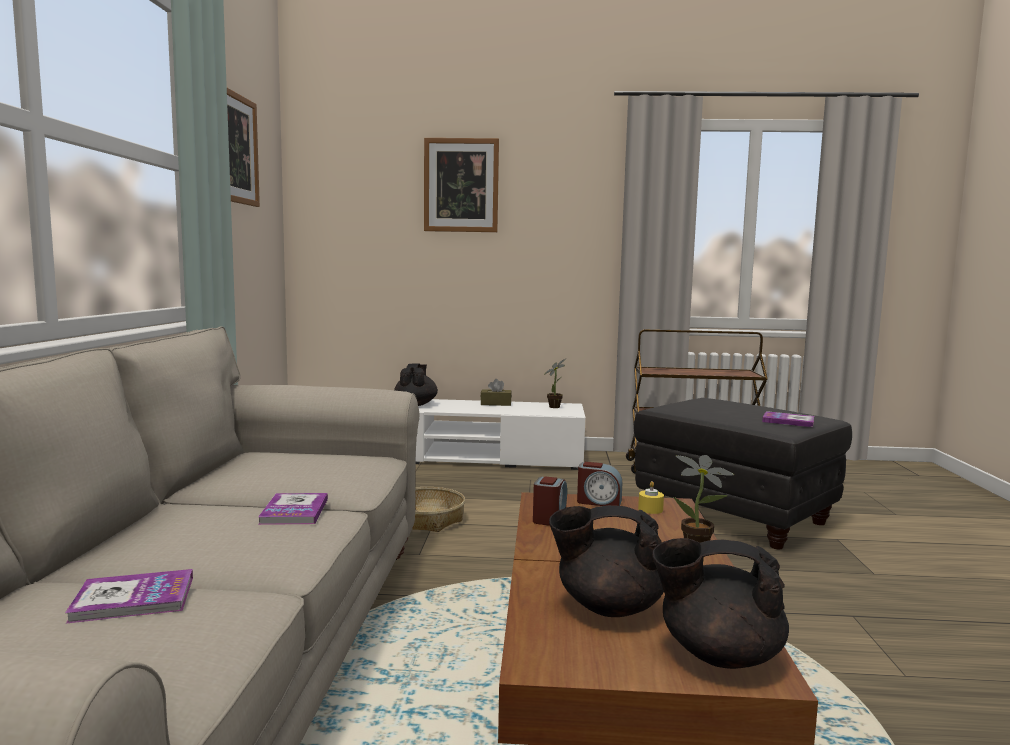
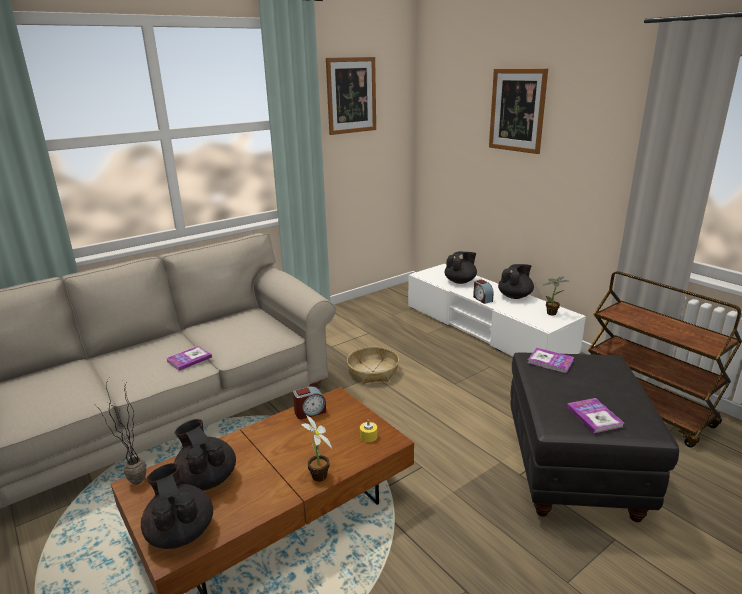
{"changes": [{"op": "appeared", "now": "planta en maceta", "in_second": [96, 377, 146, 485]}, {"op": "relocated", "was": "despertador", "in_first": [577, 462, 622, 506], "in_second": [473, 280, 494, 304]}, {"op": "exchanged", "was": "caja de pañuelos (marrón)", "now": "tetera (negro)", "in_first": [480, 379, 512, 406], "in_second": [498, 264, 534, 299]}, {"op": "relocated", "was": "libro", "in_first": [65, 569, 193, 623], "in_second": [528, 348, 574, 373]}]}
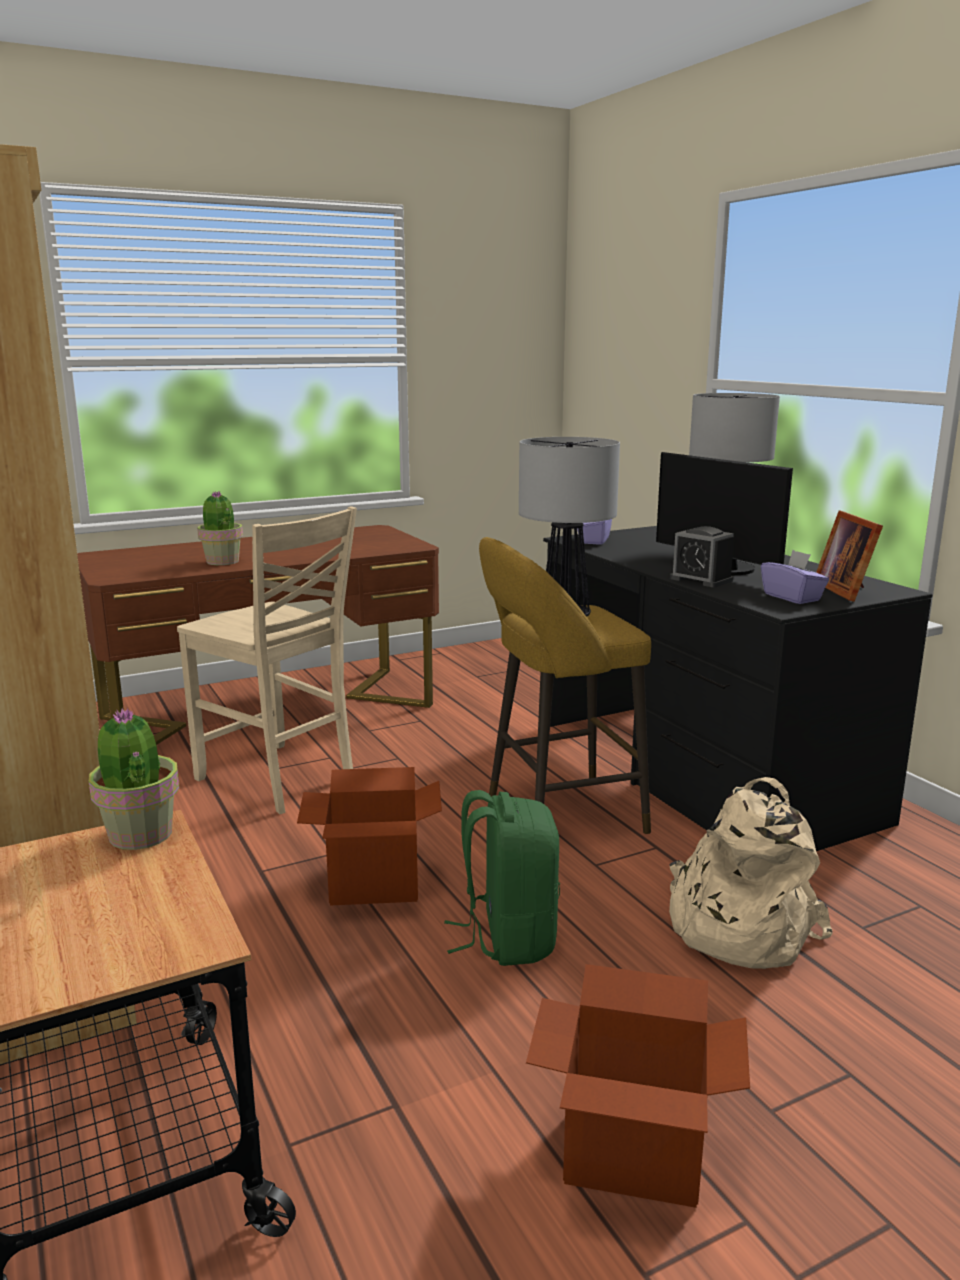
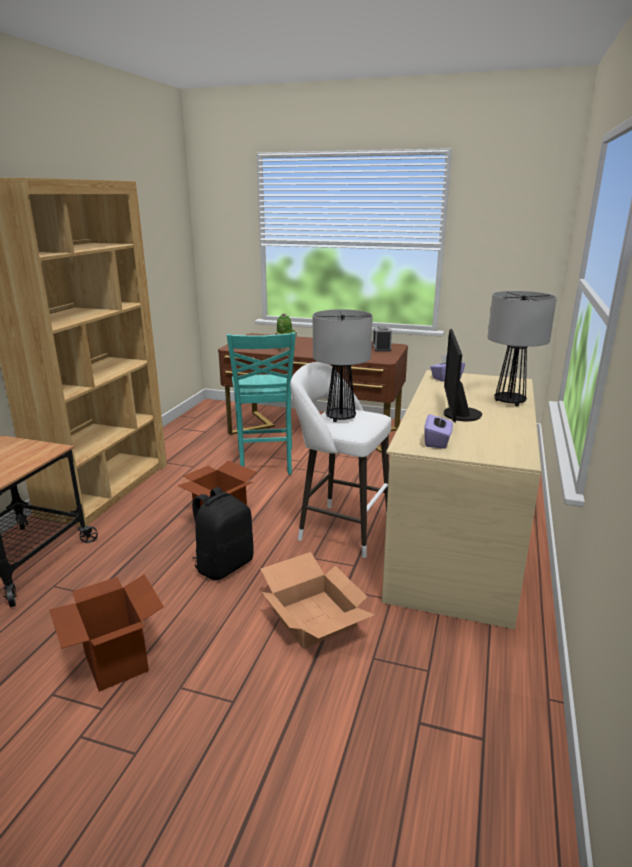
{"changes": [{"op": "colour", "was": "mochila (verde)", "now": "mochila (negro)", "in_first": [444, 790, 560, 966], "in_second": [192, 487, 254, 580]}, {"op": "colour", "was": "silla (beis)", "now": "silla (turquesa)", "in_first": [177, 507, 357, 814], "in_second": [227, 332, 296, 475]}, {"op": "exchanged", "was": "mochila (beis)", "now": "caja de cartón", "in_first": [669, 777, 832, 969], "in_second": [260, 552, 374, 649]}, {"op": "colour", "was": "taburete (amarillo)", "now": "taburete (blanco)", "in_first": [479, 537, 651, 834], "in_second": [290, 362, 391, 558]}, {"op": "relocated", "was": "despertador", "in_first": [670, 526, 734, 587], "in_second": [373, 326, 392, 351]}, {"op": "colour", "was": "escritorio (negro)", "now": "escritorio (beis)", "in_first": [543, 526, 933, 851], "in_second": [382, 370, 541, 629]}, {"op": "missing", "was": "planta en maceta", "in_first": [89, 708, 179, 850]}, {"op": "missing", "was": "portarretratos", "in_first": [816, 510, 883, 602]}]}
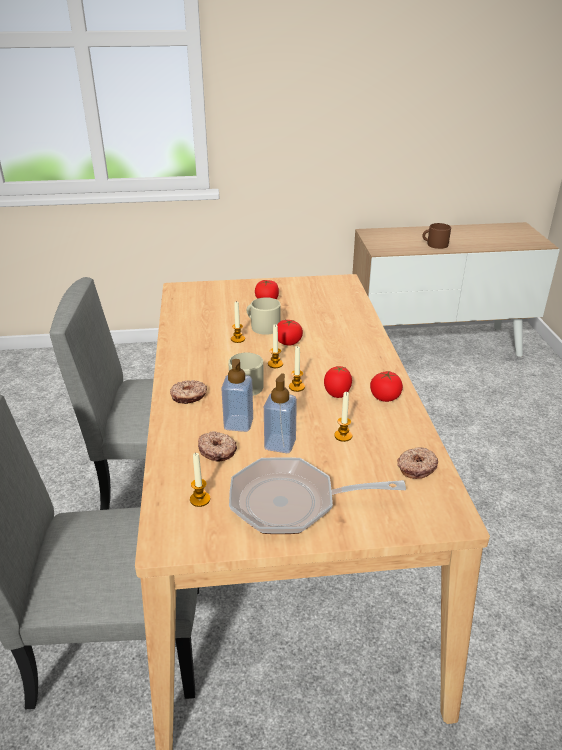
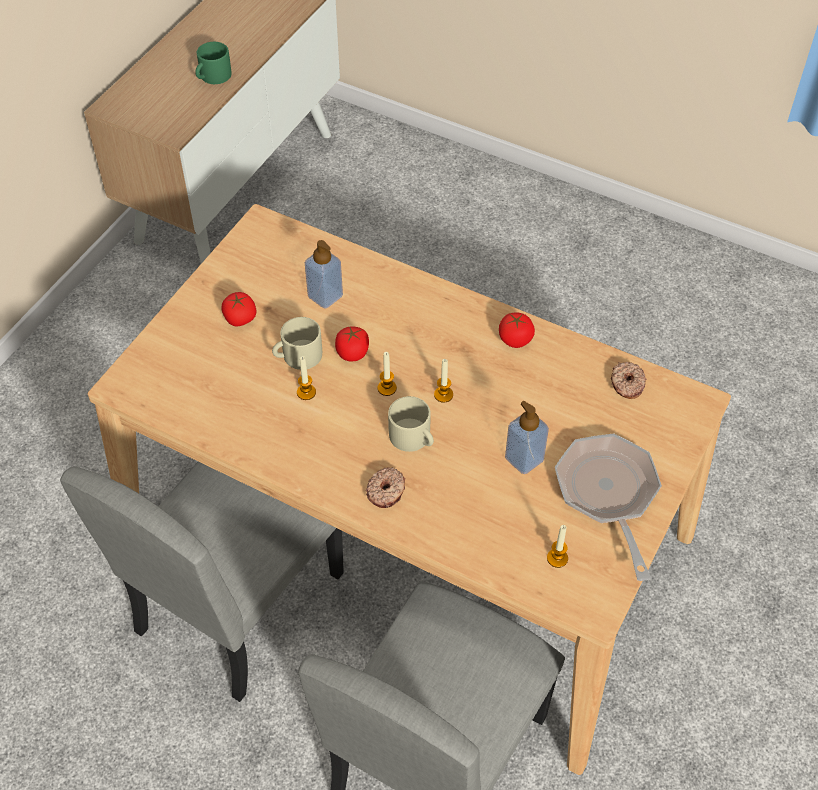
{"changes": [{"op": "colour", "was": "taza grande (marrón)", "now": "taza grande (verde)", "in_first": [422, 223, 451, 249], "in_second": [195, 42, 231, 84]}, {"op": "relocated", "was": "dispensador de jabón", "in_first": [221, 359, 253, 432], "in_second": [305, 240, 343, 309]}, {"op": "spun", "was": "sartén", "in_first": [229, 457, 406, 534], "in_second": [555, 434, 662, 581], "clockwise": 135}, {"op": "missing", "was": "rosquilla", "in_first": [198, 431, 237, 461]}, {"op": "missing", "was": "tomate", "in_first": [324, 366, 352, 398]}, {"op": "missing", "was": "vela", "in_first": [334, 392, 352, 442]}]}
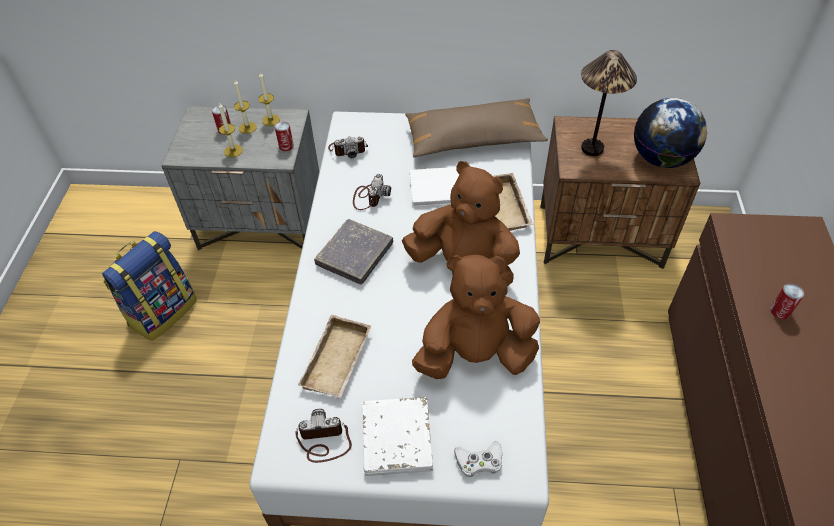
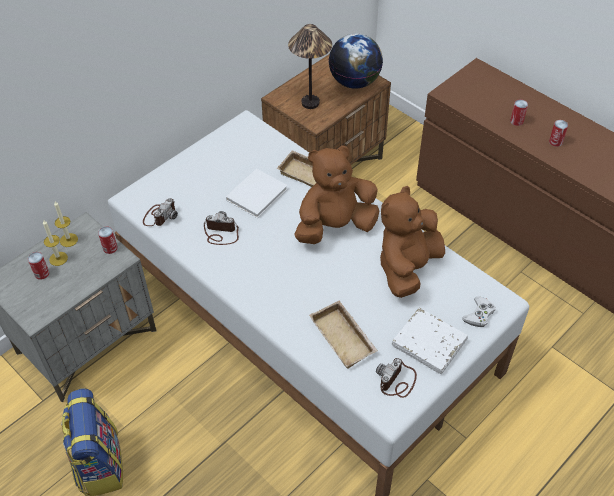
{"changes": [{"op": "spun", "was": "cámara", "in_first": [353, 174, 391, 210], "in_second": [204, 211, 239, 245], "clockwise": -45}, {"op": "appeared", "now": "lata", "in_second": [549, 120, 568, 147]}, {"op": "missing", "was": "vela", "in_first": [218, 102, 243, 157]}, {"op": "missing", "was": "libro (gris)", "in_first": [314, 219, 393, 285]}, {"op": "missing", "was": "cojín (marrón)", "in_first": [405, 98, 548, 158]}]}
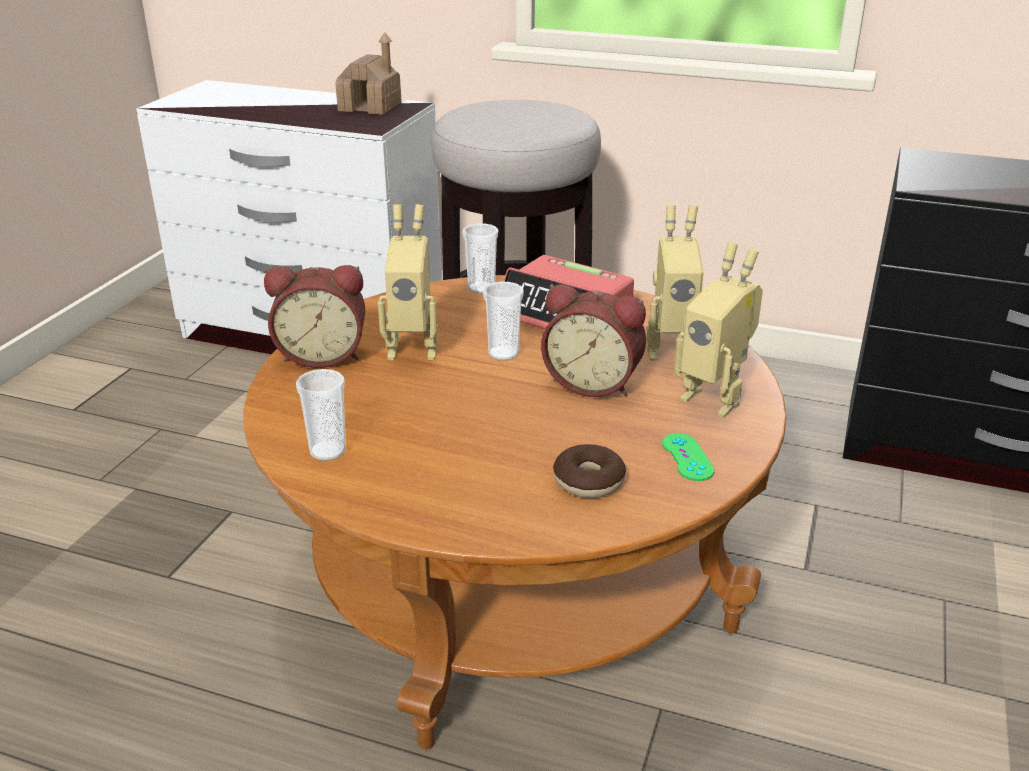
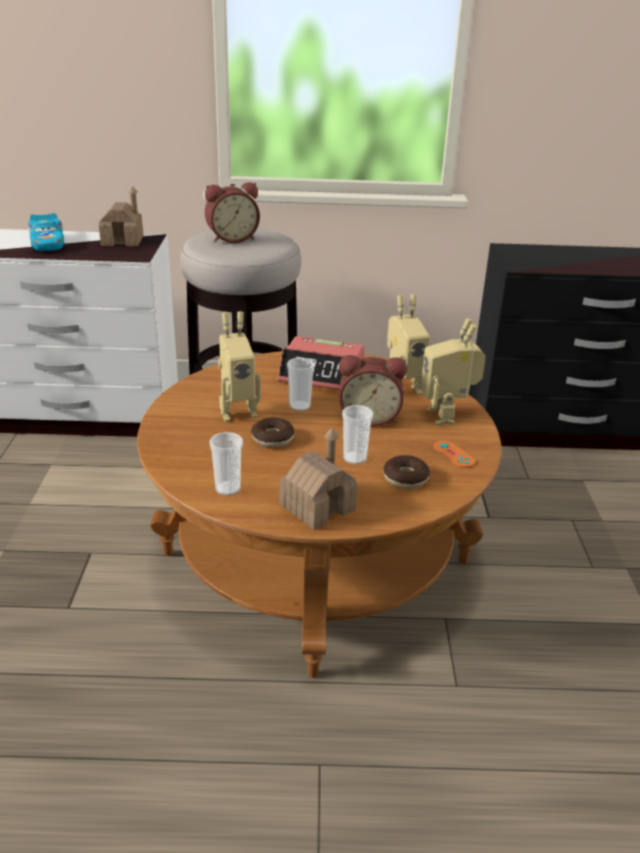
{"changes": [{"op": "appeared", "now": "coche de juguete", "in_second": [28, 213, 65, 251]}, {"op": "relocated", "was": "despertador", "in_first": [264, 265, 365, 368], "in_second": [205, 182, 260, 243]}, {"op": "appeared", "now": "rosquilla", "in_second": [251, 417, 294, 447]}, {"op": "appeared", "now": "casita", "in_second": [279, 428, 358, 530]}, {"op": "relocated", "was": "taza", "in_first": [463, 223, 499, 294], "in_second": [342, 405, 373, 465]}, {"op": "spun", "was": "robot de juguete", "in_first": [674, 242, 763, 417], "in_second": [421, 318, 486, 425], "clockwise": 60}, {"op": "colour", "was": "mando de consola (verde)", "now": "mando de consola (naranja)", "in_first": [662, 433, 715, 481], "in_second": [434, 441, 475, 468]}]}
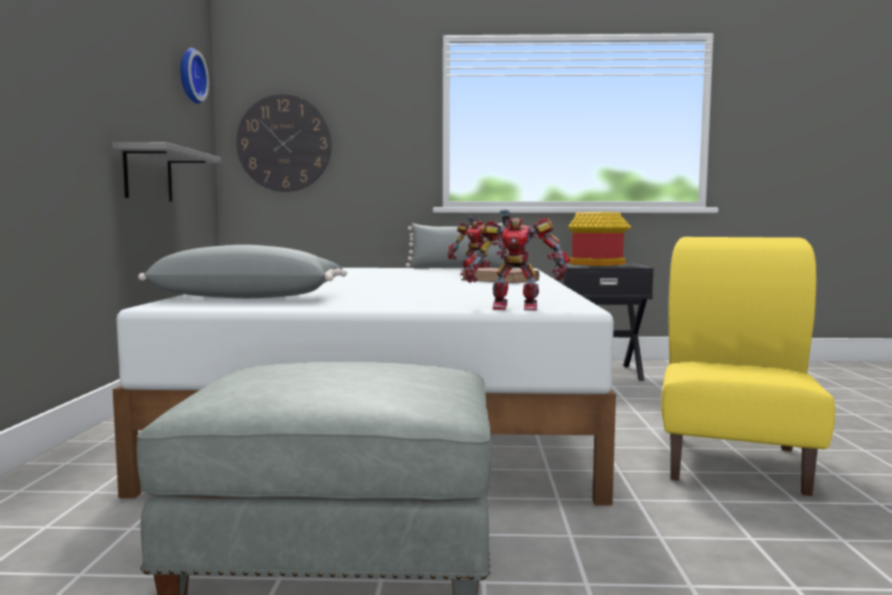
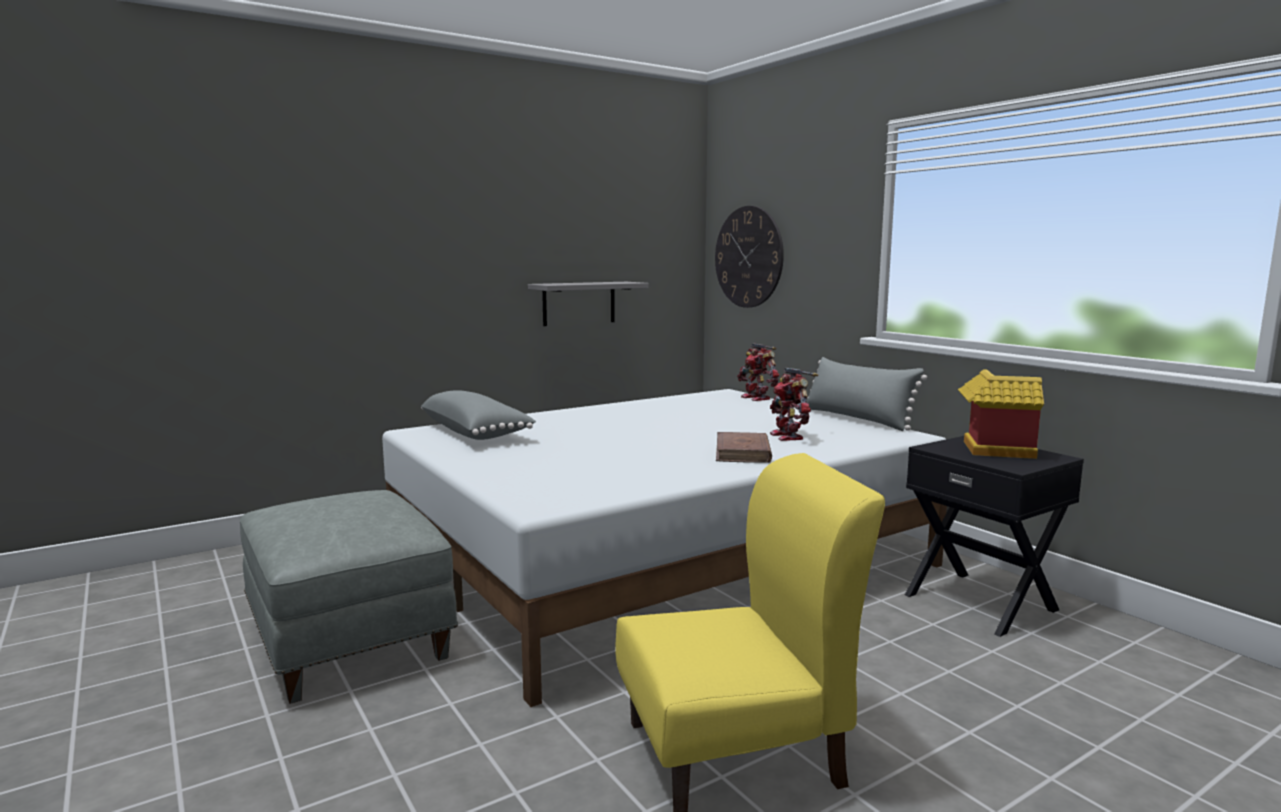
{"changes": [{"op": "relocated", "was": "robot de juguete", "in_first": [465, 209, 570, 310], "in_second": [737, 343, 779, 401]}, {"op": "missing", "was": "reloj de pared", "in_first": [180, 48, 209, 104]}]}
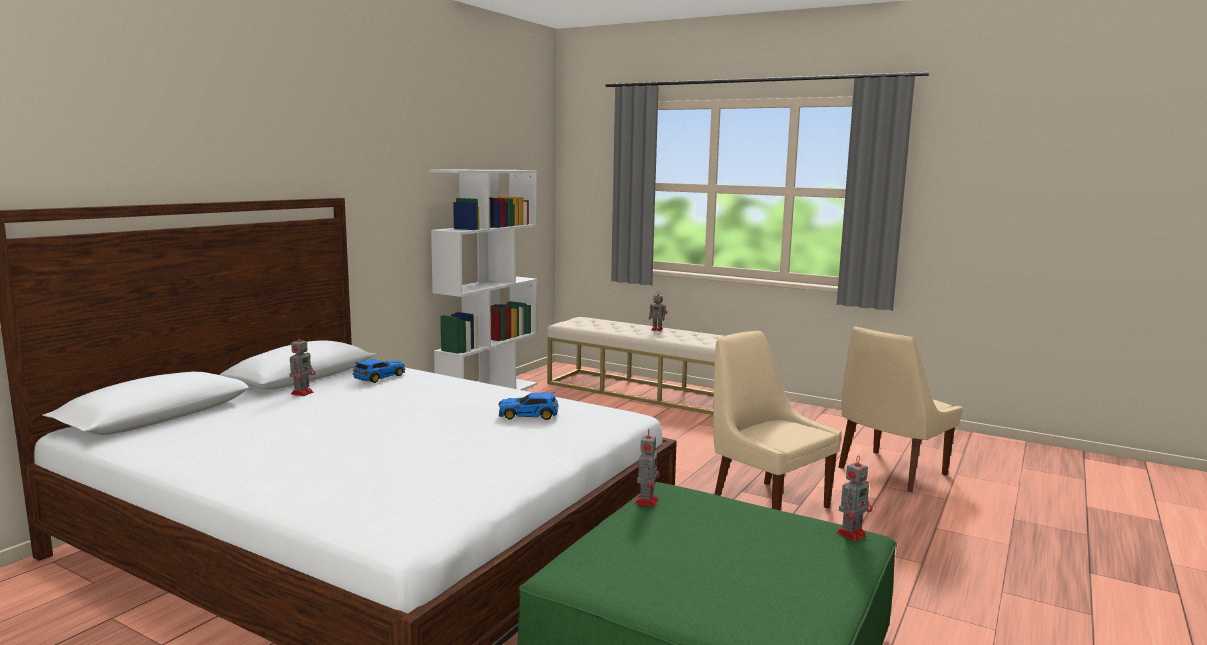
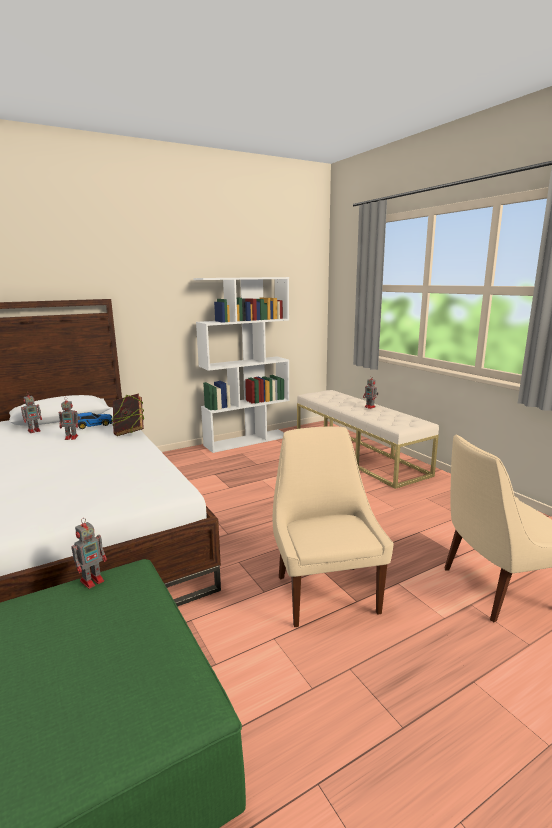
{"changes": [{"op": "relocated", "was": "robot de juguete", "in_first": [836, 457, 872, 541], "in_second": [59, 397, 80, 440]}, {"op": "appeared", "now": "libro", "in_second": [112, 393, 144, 436]}, {"op": "missing", "was": "coche de juguete", "in_first": [498, 392, 559, 420]}]}
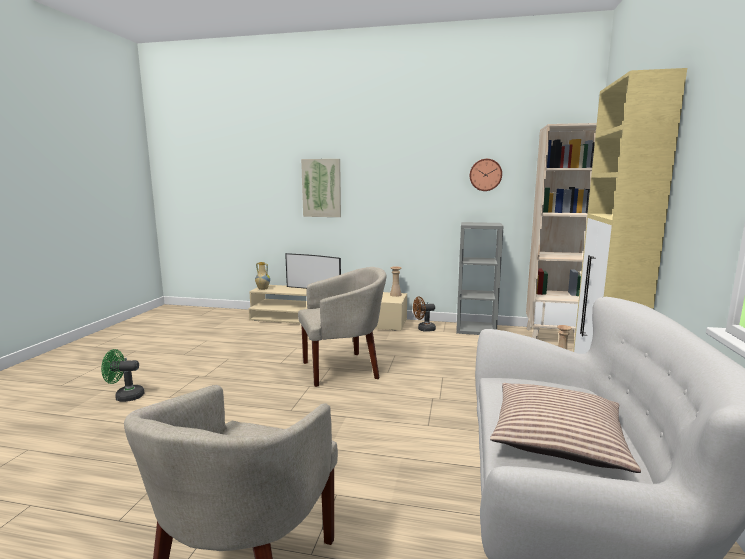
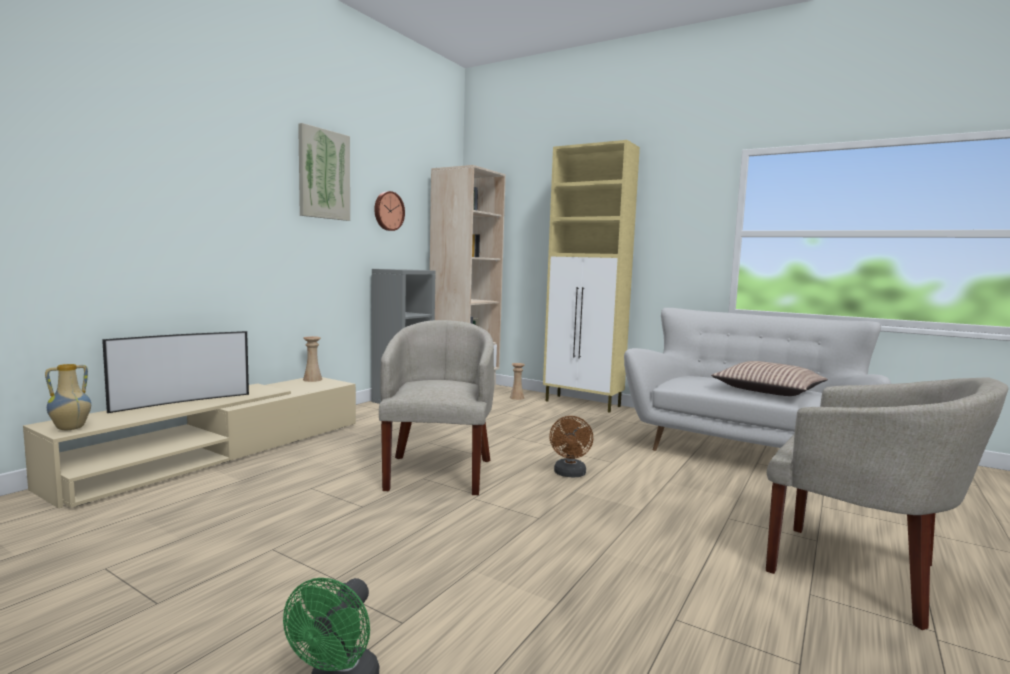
{"changes": [{"op": "relocated", "was": "cuadro", "in_first": [301, 159, 341, 217], "in_second": [298, 123, 350, 221]}, {"op": "relocated", "was": "ventilador (marrón)", "in_first": [413, 296, 436, 332], "in_second": [549, 416, 593, 477]}]}
